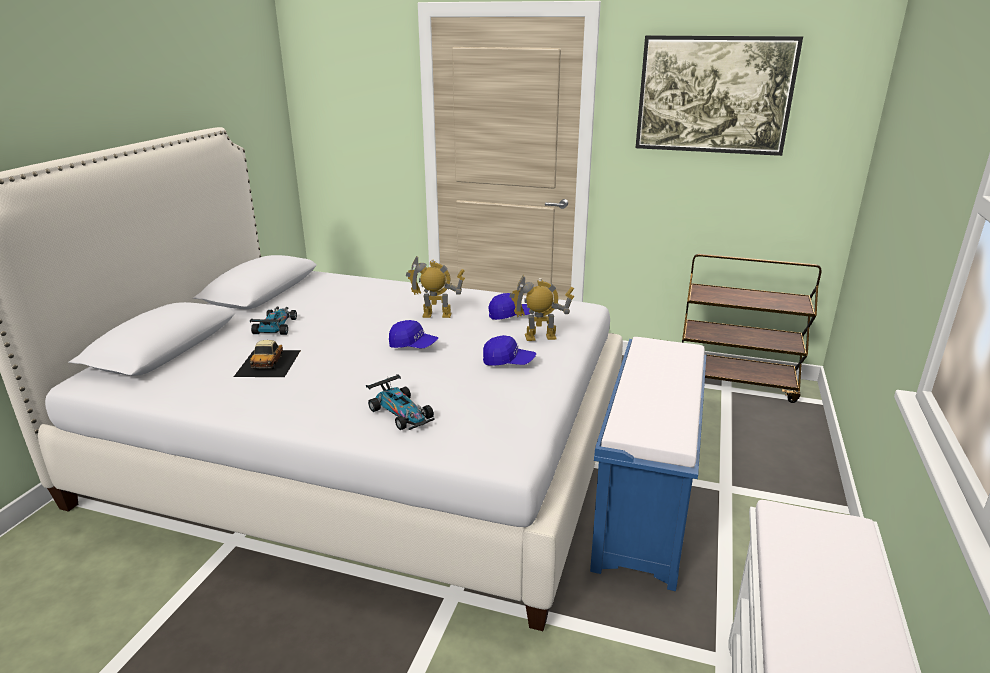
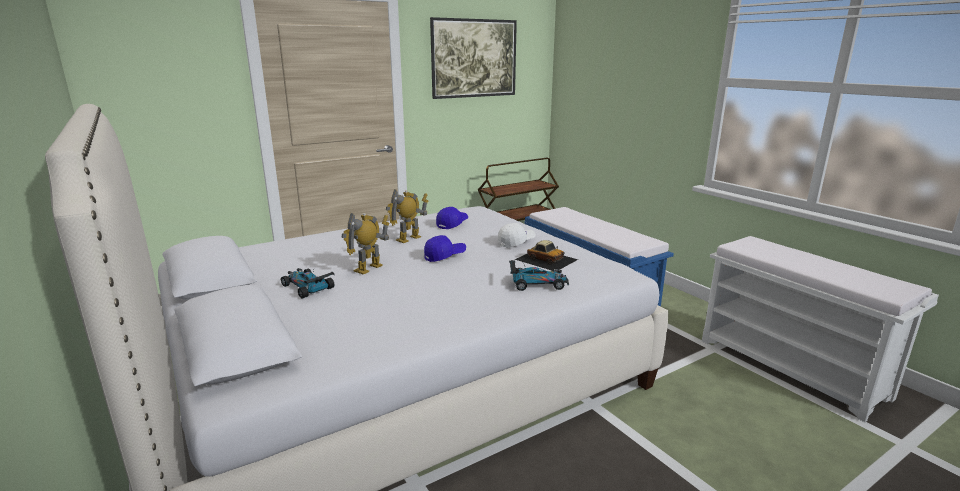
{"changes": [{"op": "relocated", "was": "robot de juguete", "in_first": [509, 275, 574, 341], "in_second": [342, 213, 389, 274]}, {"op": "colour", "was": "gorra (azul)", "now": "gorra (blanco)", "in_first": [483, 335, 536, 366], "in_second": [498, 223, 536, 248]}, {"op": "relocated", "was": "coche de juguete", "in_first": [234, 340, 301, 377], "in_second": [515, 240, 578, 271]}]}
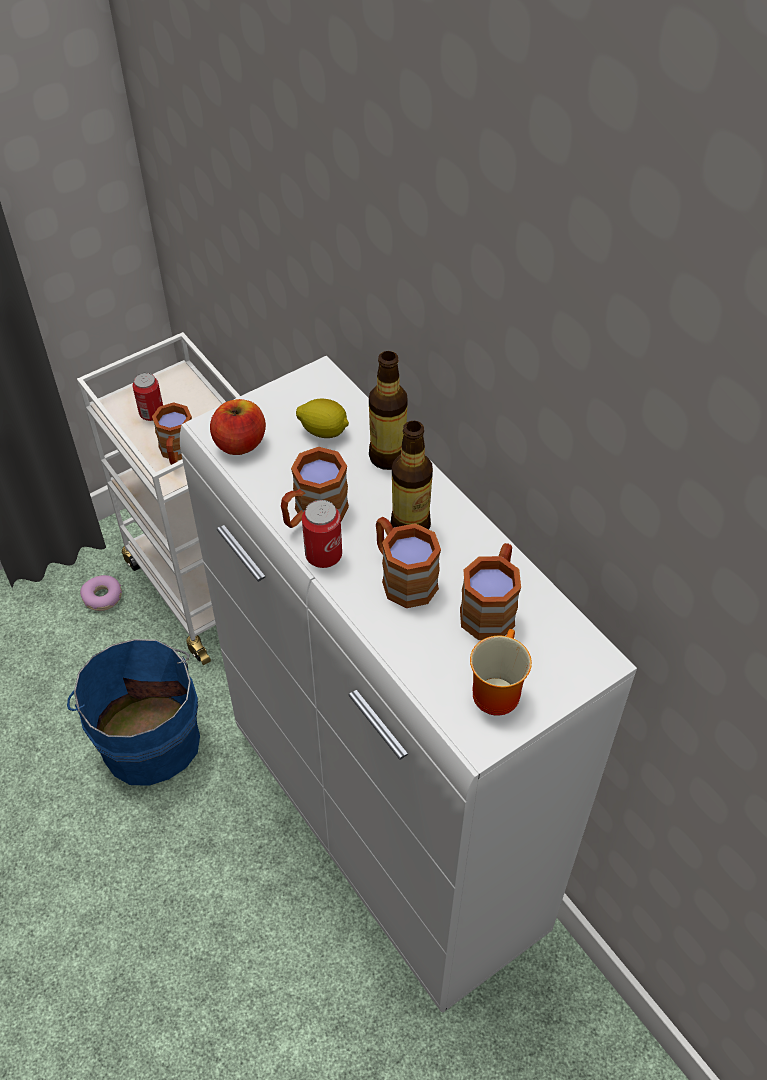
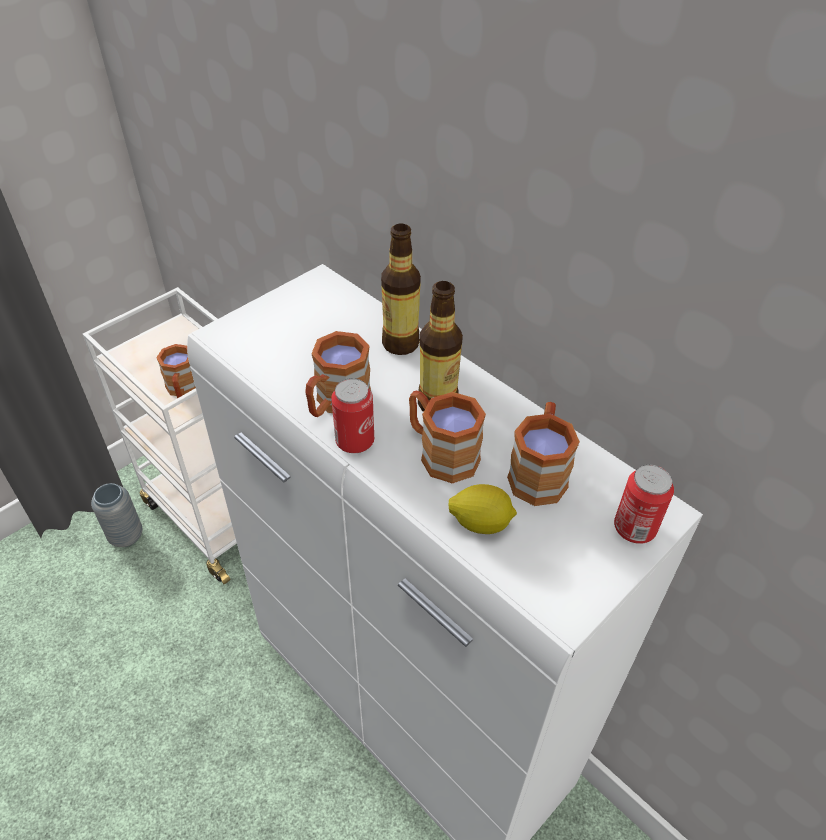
{"changes": [{"op": "exchanged", "was": "rosquilla", "now": "florero (gris)", "in_first": [80, 575, 122, 611], "in_second": [91, 483, 142, 547]}, {"op": "relocated", "was": "limón", "in_first": [296, 399, 349, 438], "in_second": [449, 484, 517, 534]}, {"op": "relocated", "was": "lata", "in_first": [132, 373, 163, 421], "in_second": [614, 465, 674, 544]}, {"op": "missing", "was": "cubo (azul)", "in_first": [67, 639, 200, 786]}, {"op": "missing", "was": "manzana", "in_first": [210, 399, 266, 455]}, {"op": "missing", "was": "taza grande", "in_first": [470, 629, 532, 716]}]}
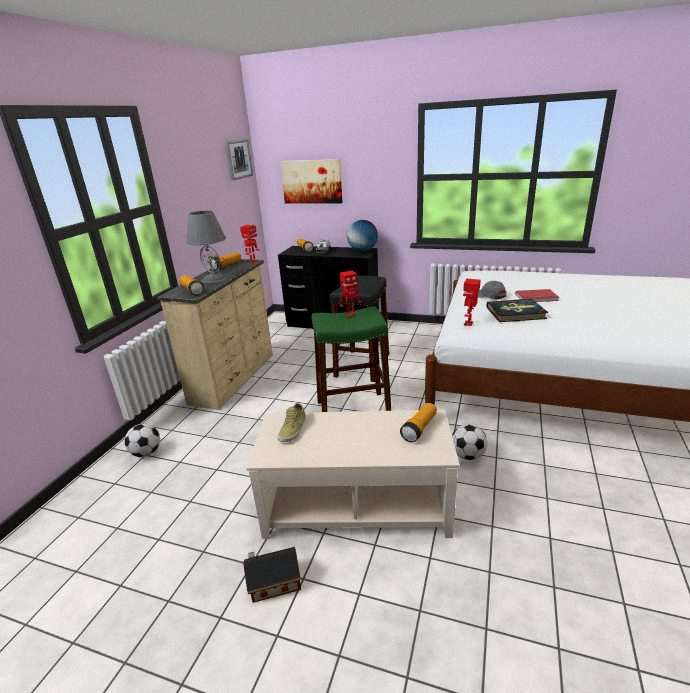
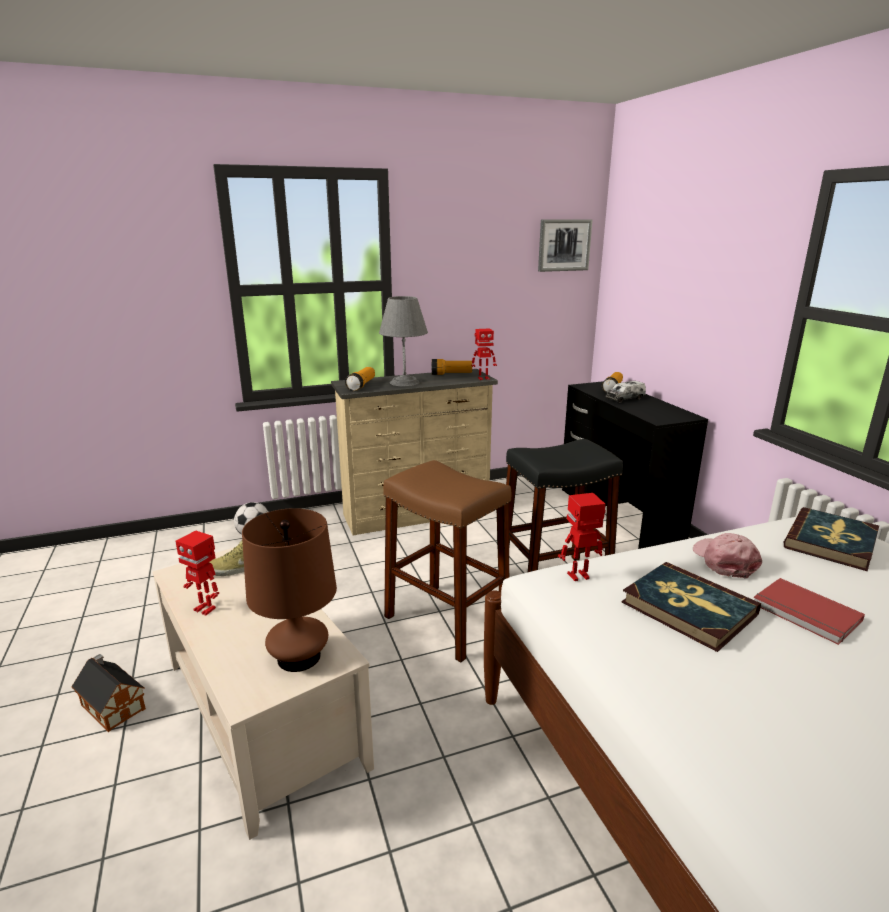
{"changes": [{"op": "relocated", "was": "robot de juguete", "in_first": [339, 270, 362, 318], "in_second": [176, 530, 219, 616]}, {"op": "exchanged", "was": "linterna", "now": "lámpara de mesa (marrón)", "in_first": [400, 403, 437, 443], "in_second": [242, 508, 337, 672]}, {"op": "colour", "was": "taburete (verde)", "now": "taburete (marrón)", "in_first": [312, 306, 391, 412], "in_second": [383, 460, 511, 663]}, {"op": "colour", "was": "gorra (gris)", "now": "gorra (rosa)", "in_first": [477, 281, 507, 300], "in_second": [693, 533, 762, 578]}, {"op": "appeared", "now": "libro", "in_second": [784, 507, 879, 571]}, {"op": "missing", "was": "cuadro", "in_first": [280, 159, 343, 204]}, {"op": "missing", "was": "globo terráqueo", "in_first": [346, 220, 378, 252]}, {"op": "missing", "was": "balón de fútbol", "in_first": [452, 424, 487, 460]}]}
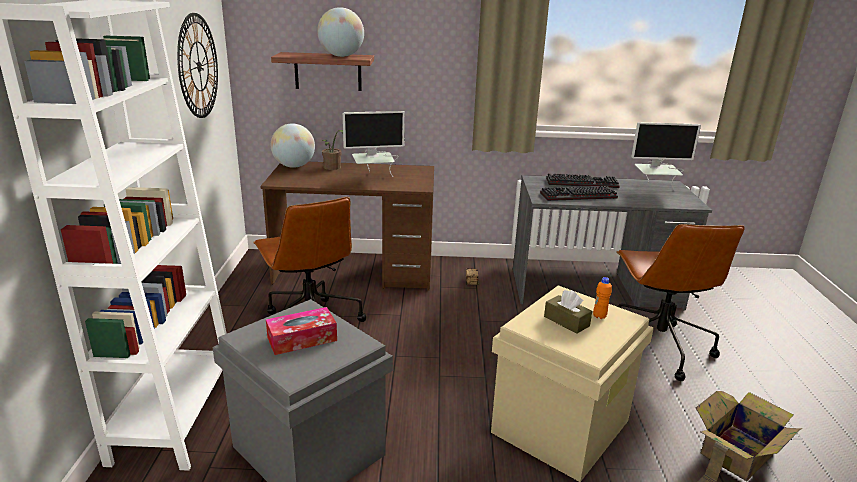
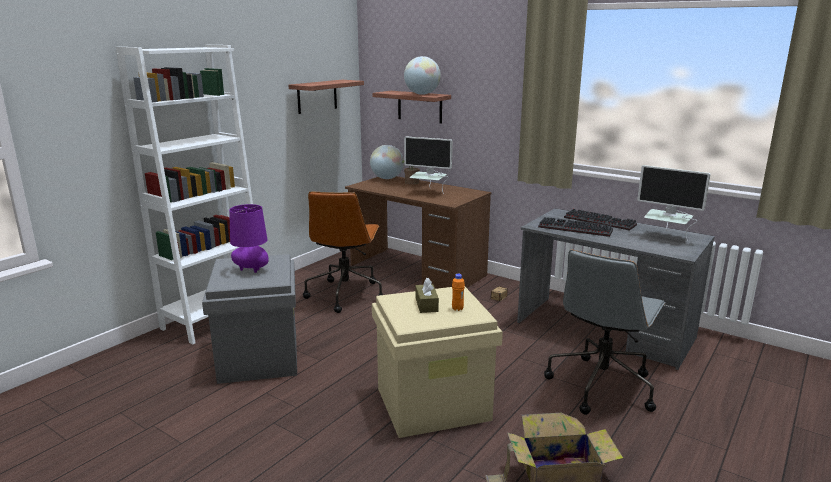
{"changes": [{"op": "exchanged", "was": "caja de pañuelos", "now": "lámpara de mesa (morado)", "in_first": [266, 307, 337, 355], "in_second": [229, 204, 269, 273]}, {"op": "exchanged", "was": "reloj de pared", "now": "estante", "in_first": [177, 13, 218, 118], "in_second": [289, 80, 364, 114]}, {"op": "colour", "was": "silla de oficina (marrón)", "now": "silla de oficina (gris)", "in_first": [616, 224, 745, 381], "in_second": [544, 250, 665, 415]}]}
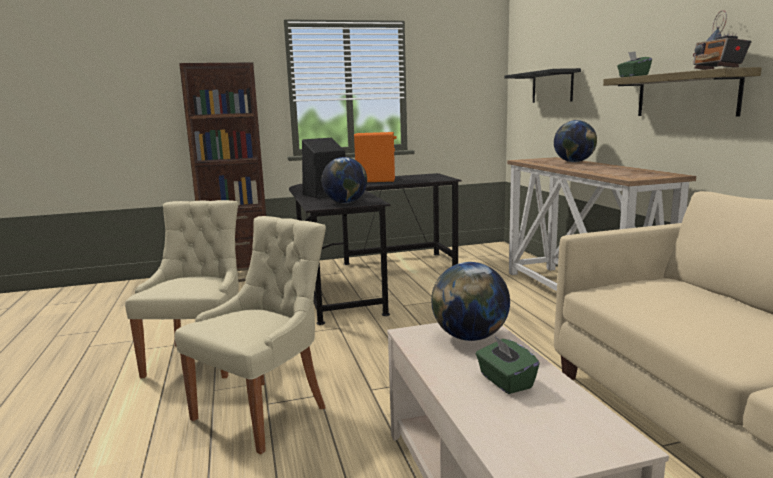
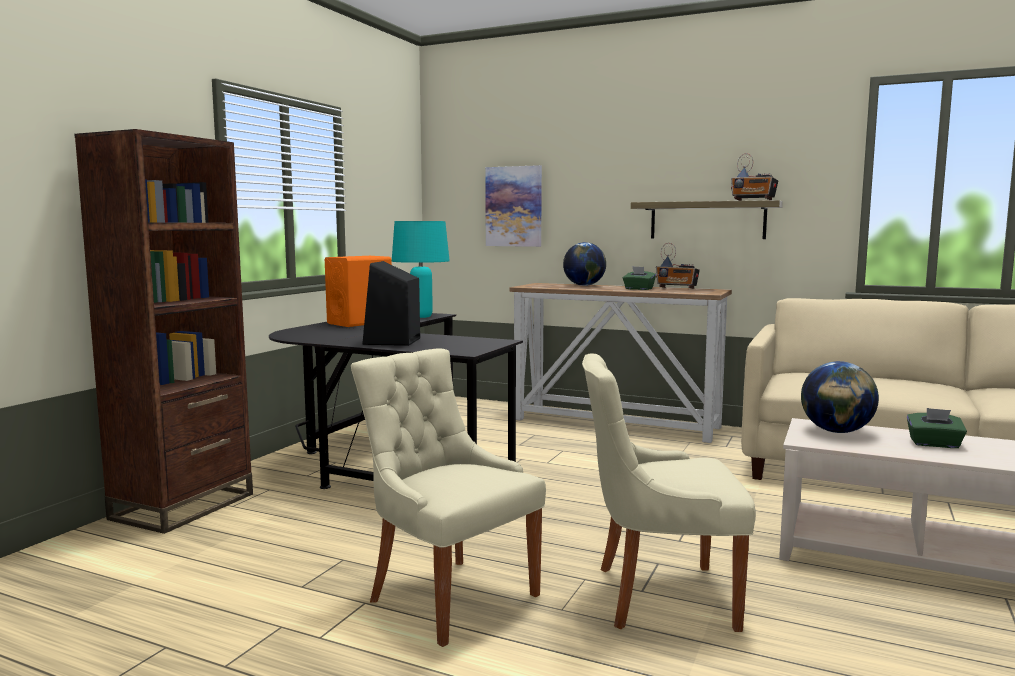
{"changes": [{"op": "appeared", "now": "lámpara de mesa (turquesa)", "in_second": [392, 221, 450, 318]}, {"op": "exchanged", "was": "estante (negro)", "now": "cuadro", "in_first": [504, 68, 581, 103], "in_second": [485, 165, 542, 247]}, {"op": "spun", "was": "silla (beis)", "in_first": [175, 216, 326, 455], "in_second": [582, 354, 756, 632], "clockwise": -75}, {"op": "relocated", "was": "caja de pañuelos (verde)", "in_first": [617, 51, 652, 77], "in_second": [623, 266, 656, 290]}, {"op": "appeared", "now": "radio", "in_second": [656, 243, 700, 289]}, {"op": "missing", "was": "globo terráqueo", "in_first": [321, 157, 367, 203]}]}
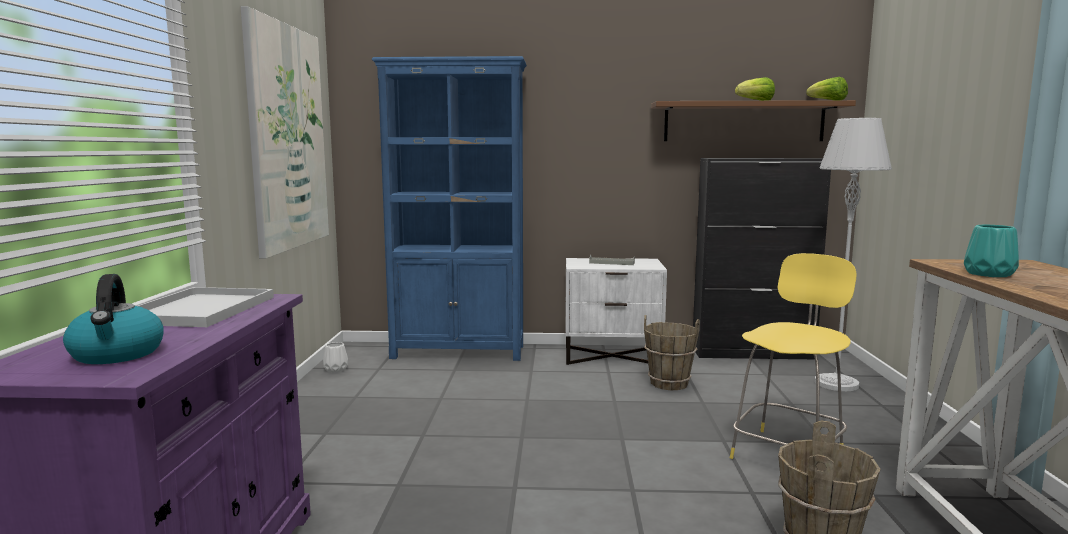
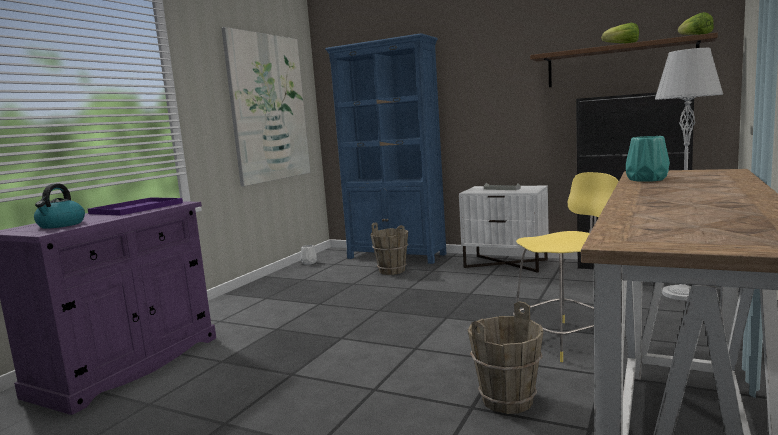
{"changes": [{"op": "colour", "was": "bandeja (blanco)", "now": "bandeja (morado)", "in_first": [138, 287, 274, 327], "in_second": [88, 197, 183, 216]}, {"op": "relocated", "was": "cubo (marrón)", "in_first": [644, 315, 700, 390], "in_second": [370, 222, 408, 275]}]}
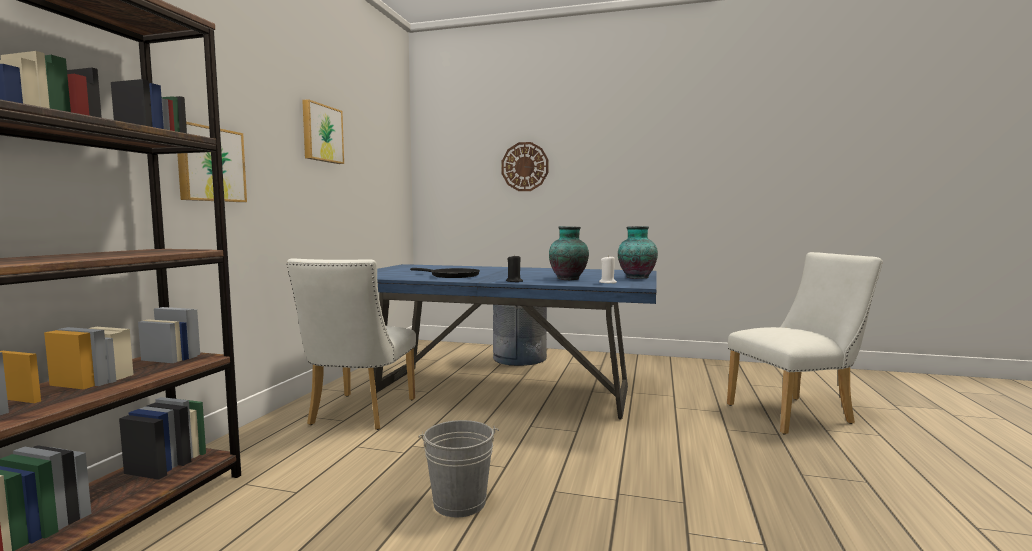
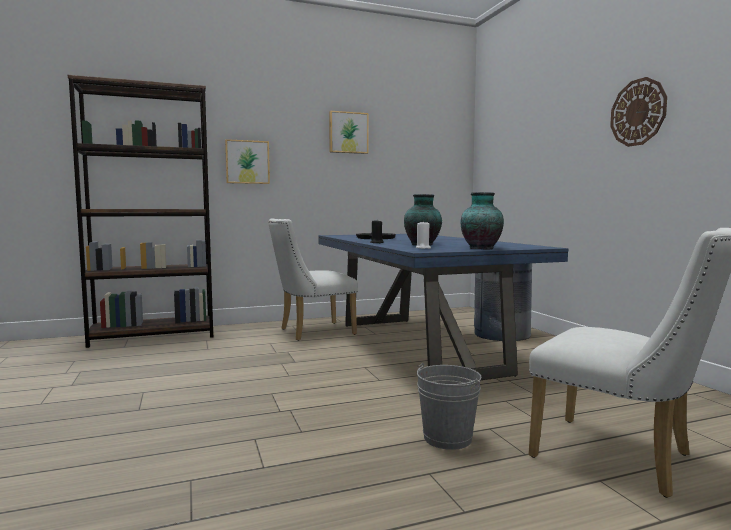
{"changes": [{"op": "relocated", "was": "cubo (gris)", "in_first": [418, 420, 499, 517], "in_second": [417, 363, 481, 450]}, {"op": "relocated", "was": "reloj de pared", "in_first": [502, 142, 548, 191], "in_second": [610, 77, 667, 147]}]}
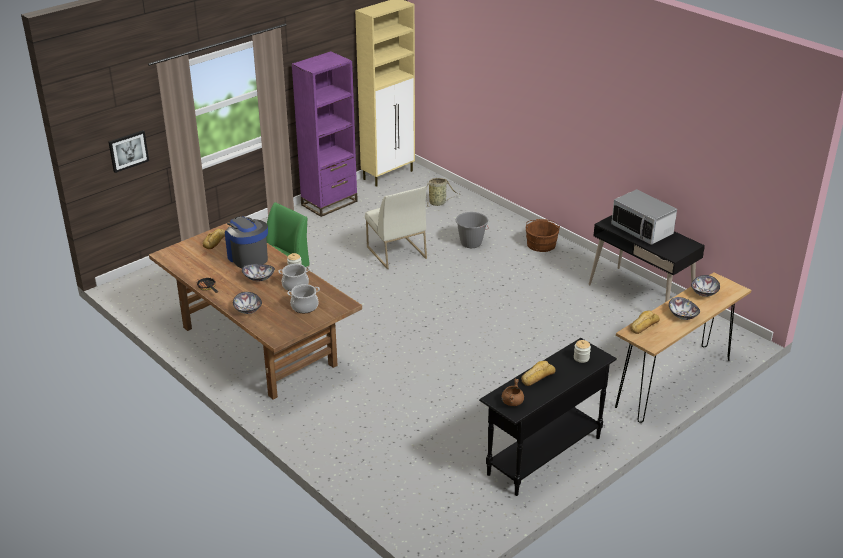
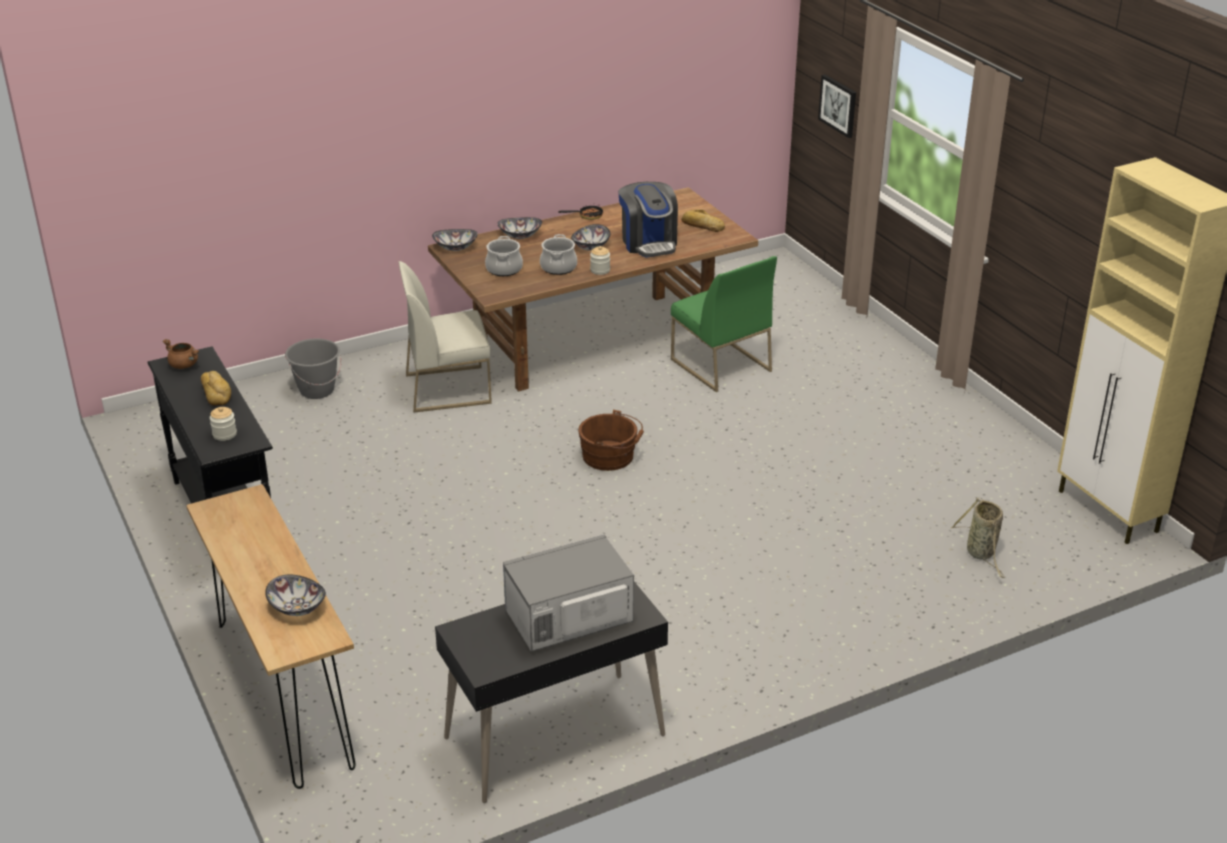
{"changes": [{"op": "relocated", "was": "cubo (gris)", "in_first": [456, 212, 488, 248], "in_second": [285, 338, 341, 399]}, {"op": "relocated", "was": "silla (blanco)", "in_first": [365, 187, 427, 269], "in_second": [398, 261, 492, 413]}, {"op": "relocated", "was": "cuenco", "in_first": [669, 297, 700, 320], "in_second": [432, 229, 478, 251]}, {"op": "relocated", "was": "cubo (marrón)", "in_first": [525, 219, 560, 252], "in_second": [578, 410, 644, 471]}, {"op": "spun", "was": "cafetera", "in_first": [225, 216, 268, 268], "in_second": [618, 182, 678, 258], "clockwise": 90}, {"op": "missing", "was": "estantería (morado)", "in_first": [292, 51, 358, 217]}, {"op": "missing", "was": "pan", "in_first": [630, 311, 660, 334]}]}
